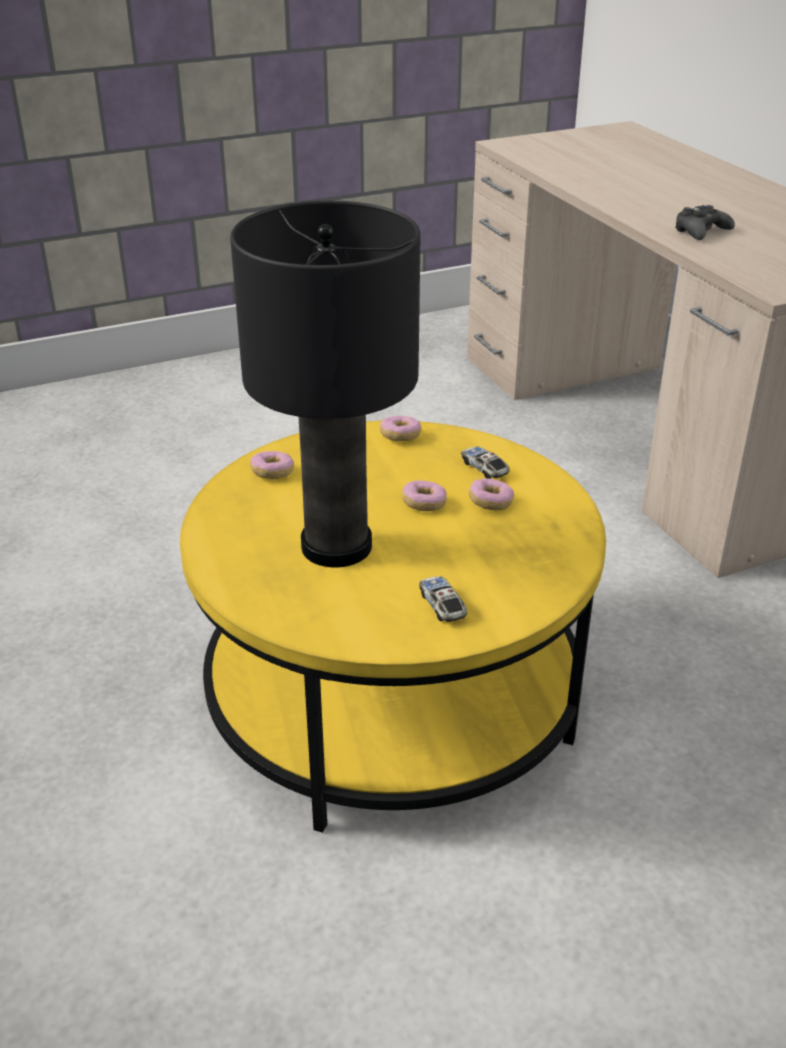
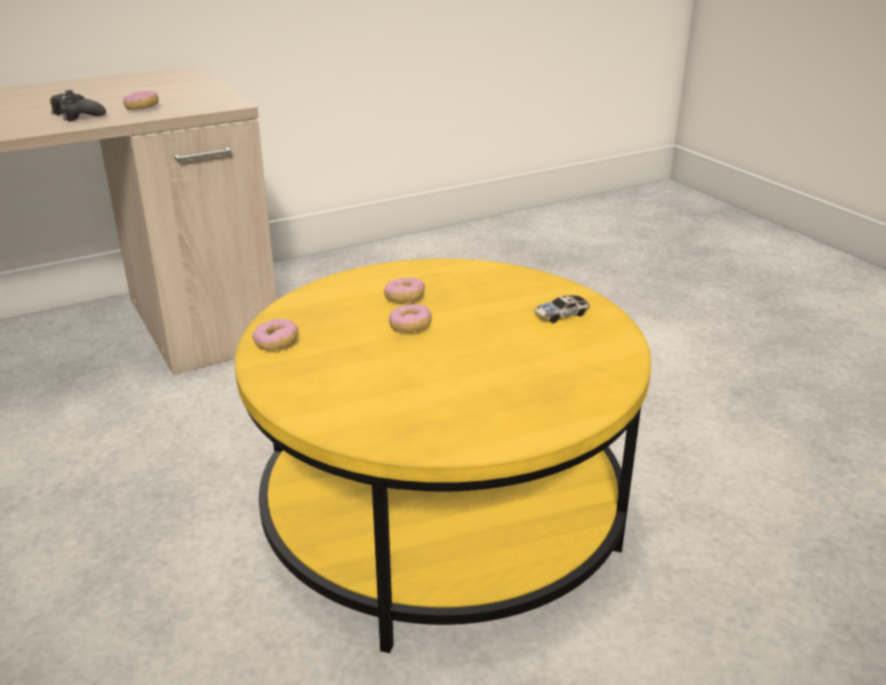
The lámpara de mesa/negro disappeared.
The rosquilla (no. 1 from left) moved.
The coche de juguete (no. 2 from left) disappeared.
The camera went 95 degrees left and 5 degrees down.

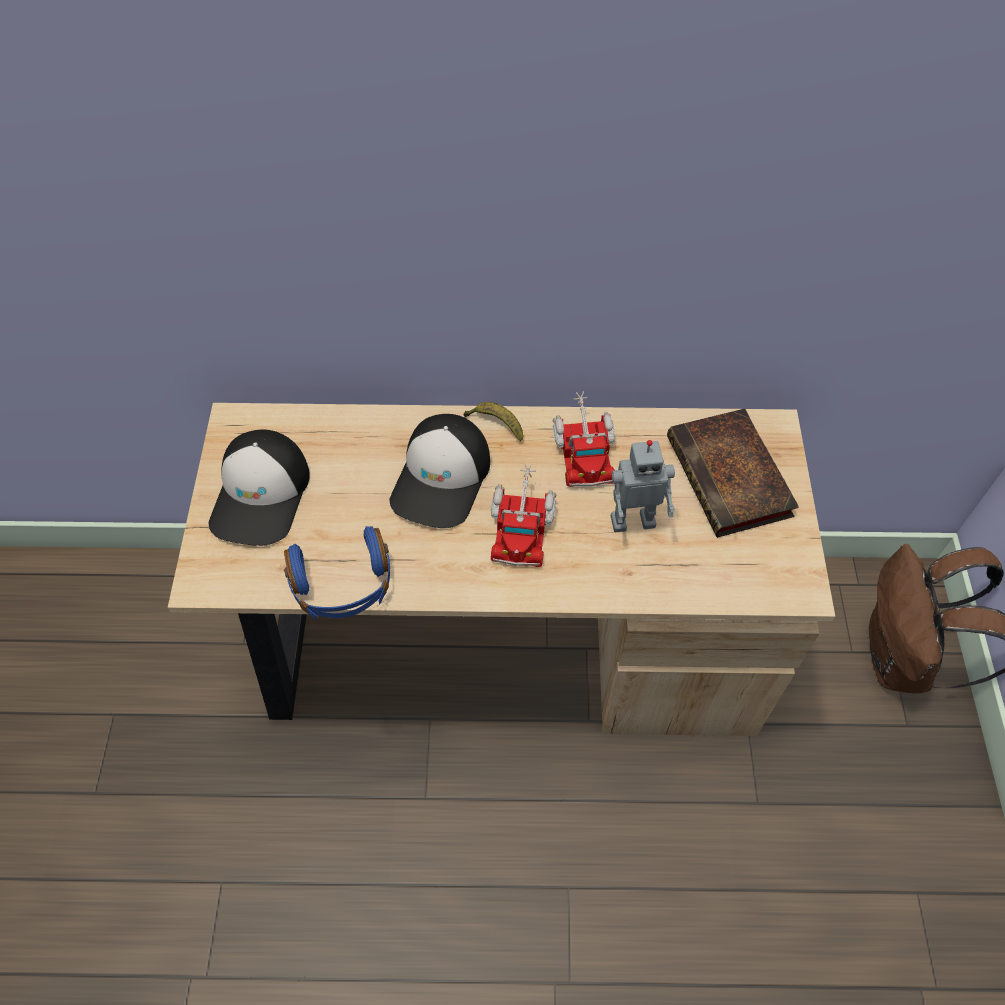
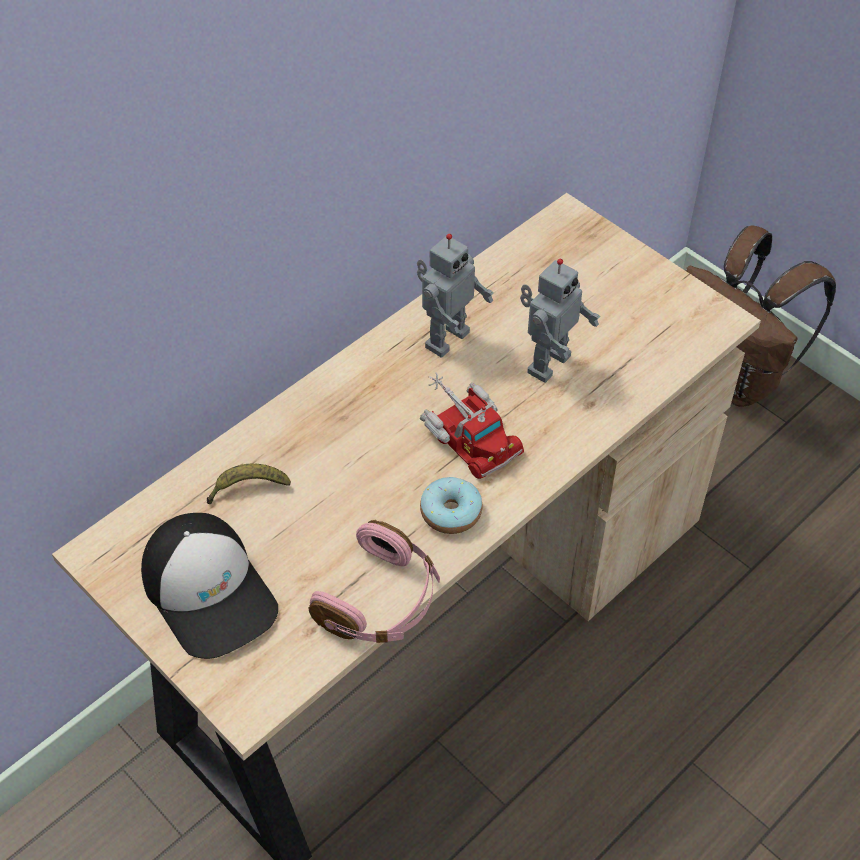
The auriculares/azul became the auriculares/rosa.
The gorra (no. 2 from left) disappeared.
The plátano moved.
The camión de juguete (no. 2 from left) was replaced by the robot de juguete (no. 1 from left).
The libro disappeared.
The rosquilla appeared.
The camera went 45 degrees left and 5 degrees down.

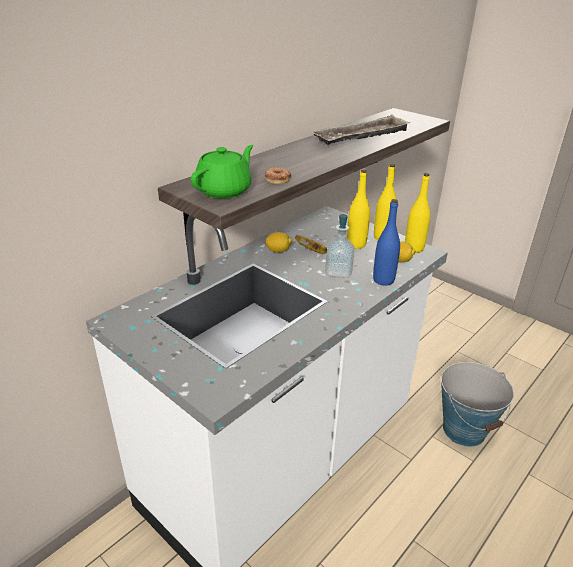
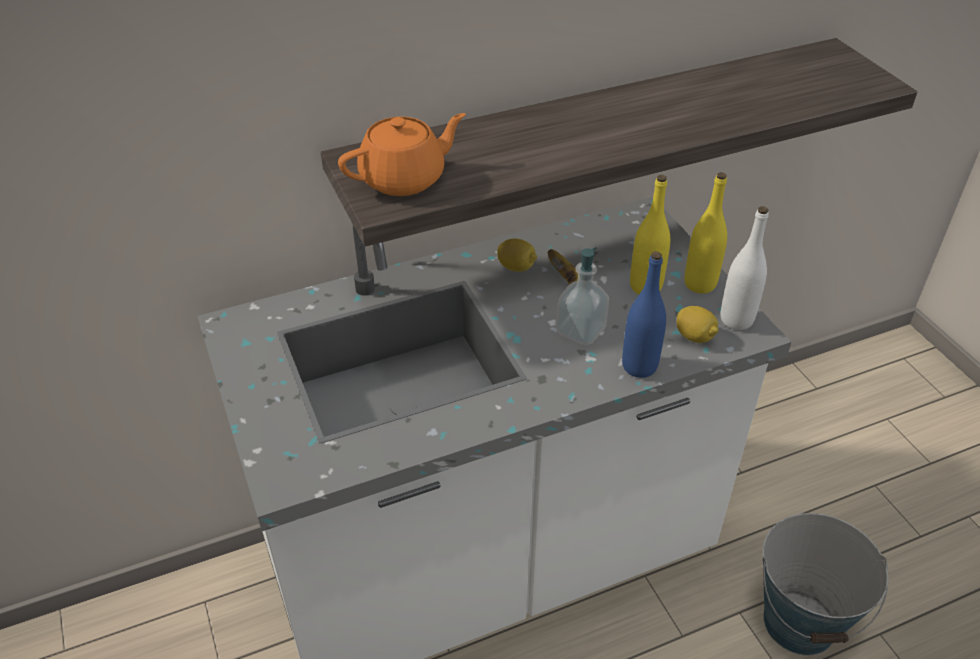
The tetera/verde became the tetera/naranja.
The rosquilla disappeared.
The bandeja disappeared.
The botella/amarillo (no. 3 from left) became the botella/blanco.
The camera went 25 degrees right and 10 degrees up.

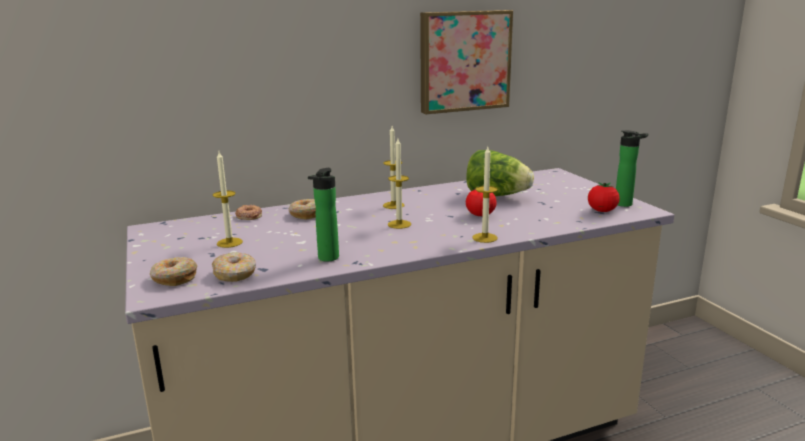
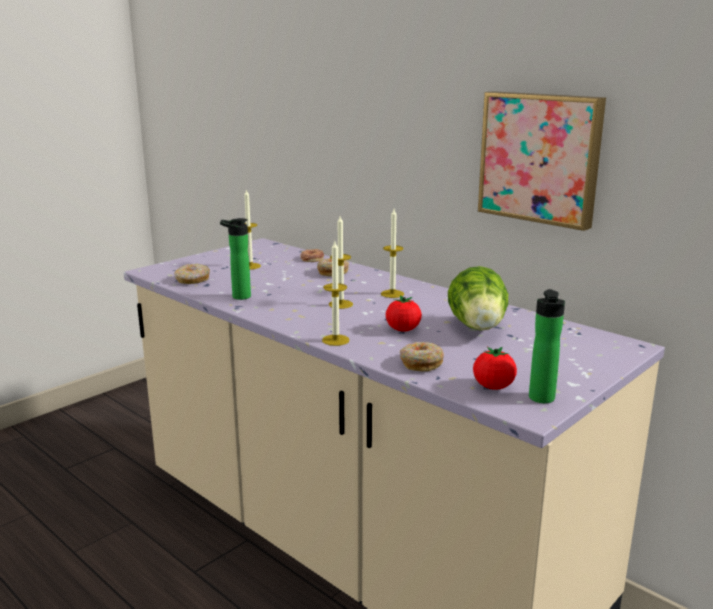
The rosquilla (no. 1 from left in the first image) moved.
The camera went 65 degrees right and 0 degrees up.

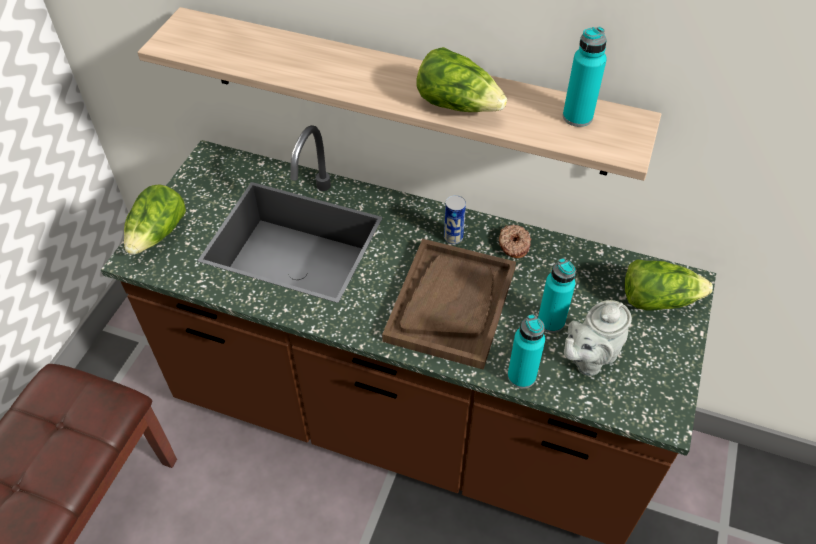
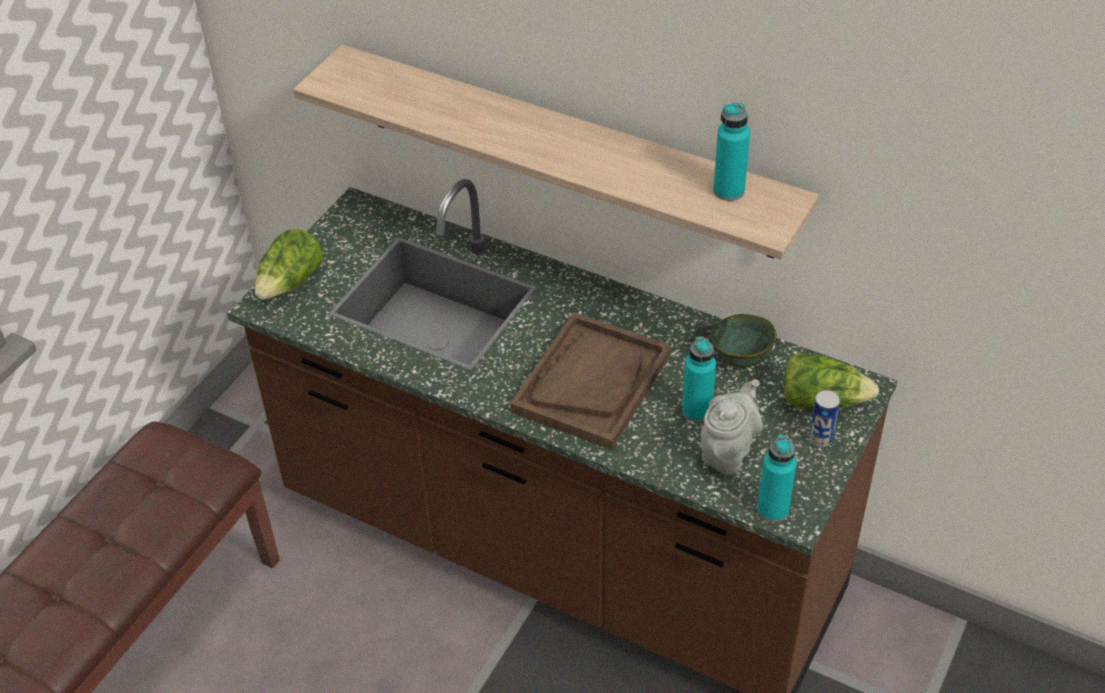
The lechuga (no. 2 from left) disappeared.
The lata moved.
The rosquilla disappeared.
The botella/turquesa (no. 1 from left in the first image) moved.
The tetera/gris turned 150 degrees clockwise.
The cuenco/verde appeared.
The camera went 10 degrees right and 5 degrees down.

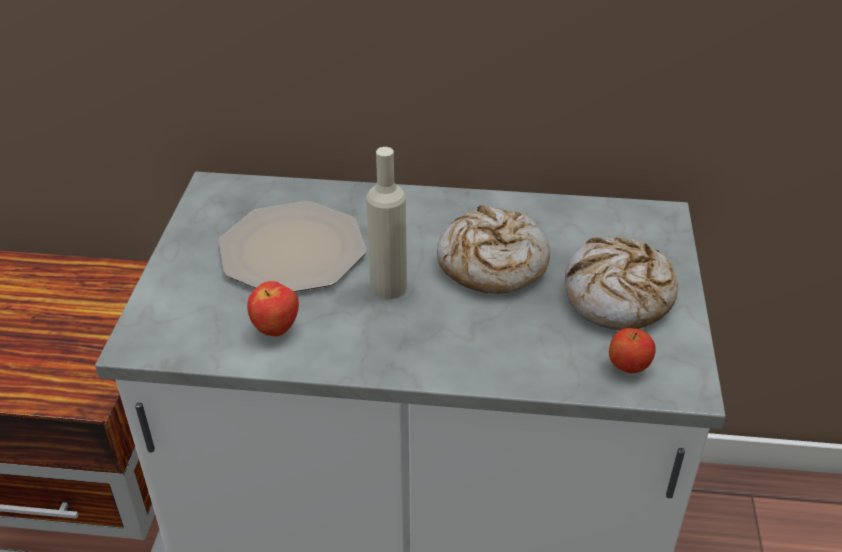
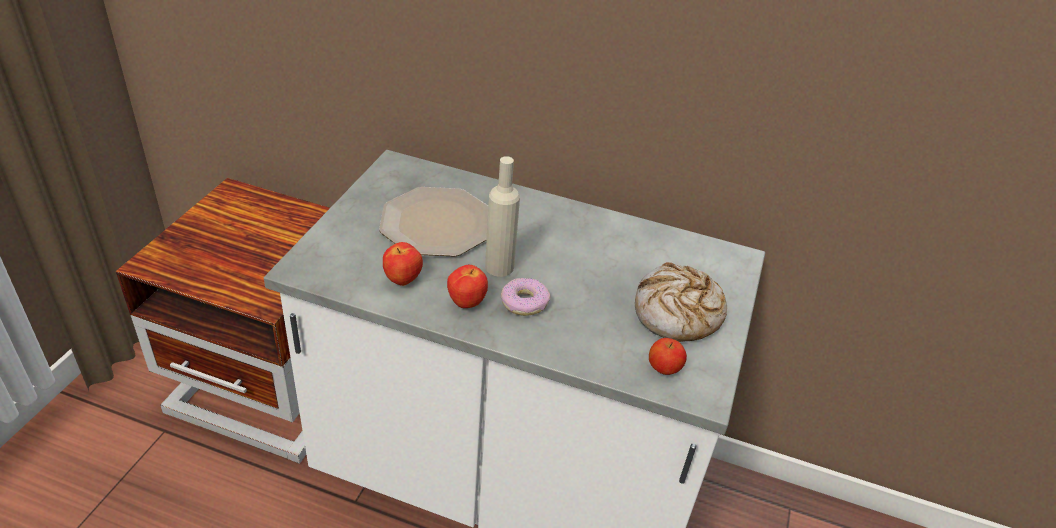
The pan (no. 1 from left) disappeared.
The manzana (no. 2 from left) appeared.
The rosquilla appeared.
The camera went 10 degrees right and 0 degrees up.

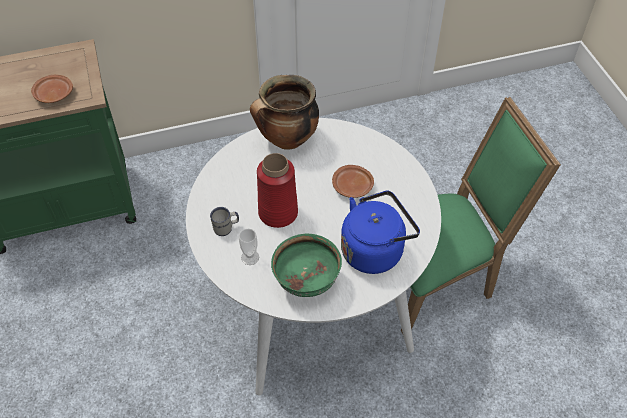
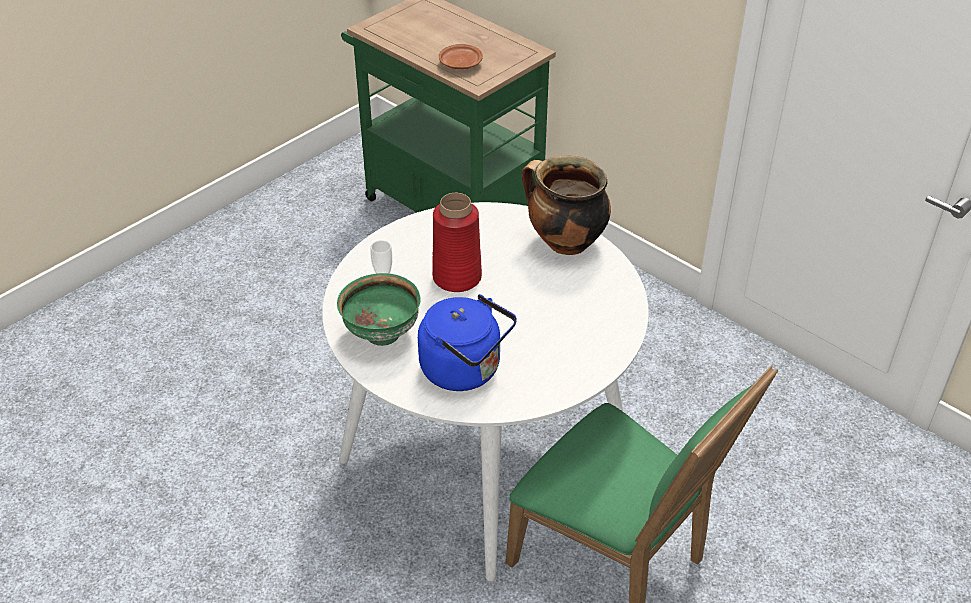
The taza grande/blanco disappeared.
The plato/marrón (no. 2 from left) disappeared.
The camera went 60 degrees right and 10 degrees down.

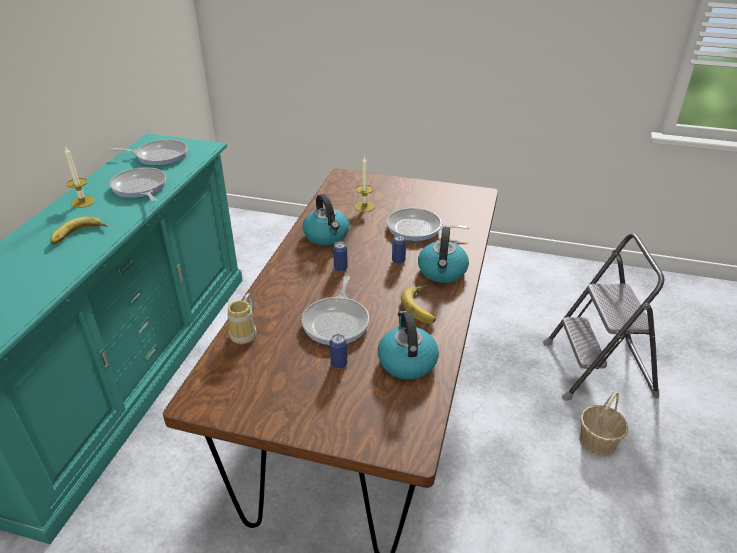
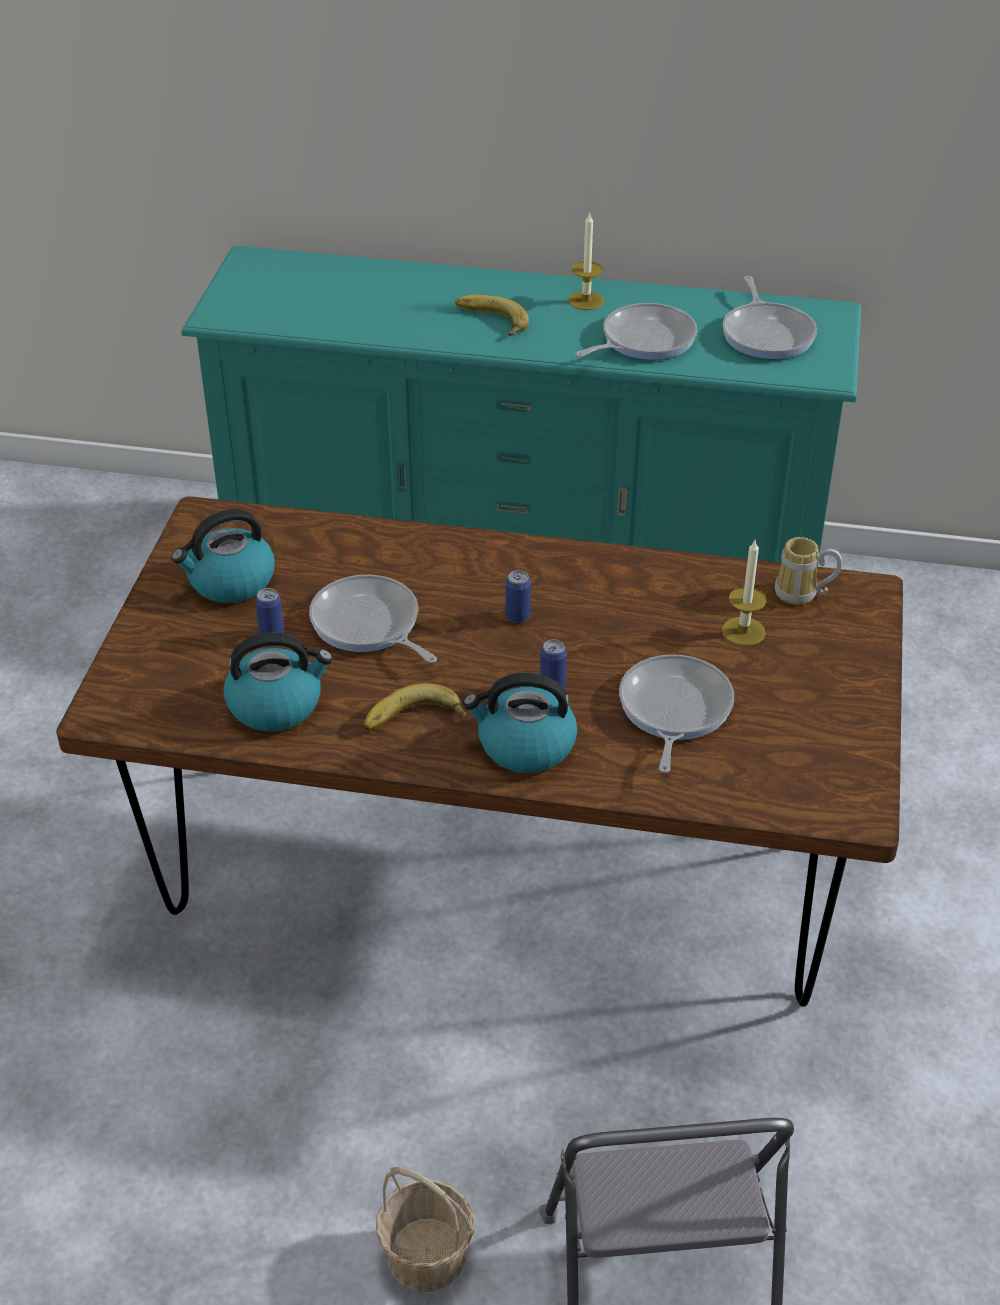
The taza grande moved.
The sartén (no. 3 from left in the first image) turned 45 degrees clockwise.
The hervidor (no. 1 from left) moved.
The camera went 85 degrees right and 5 degrees up.

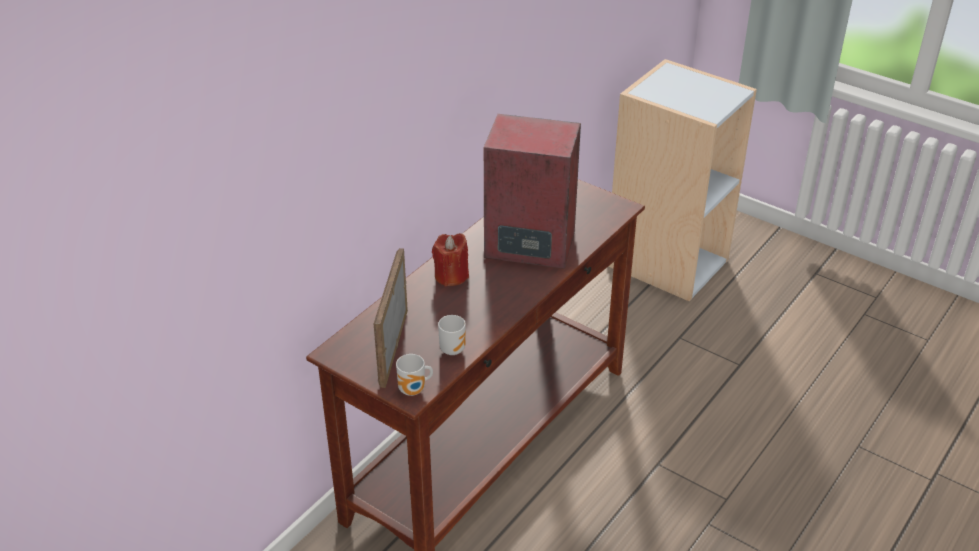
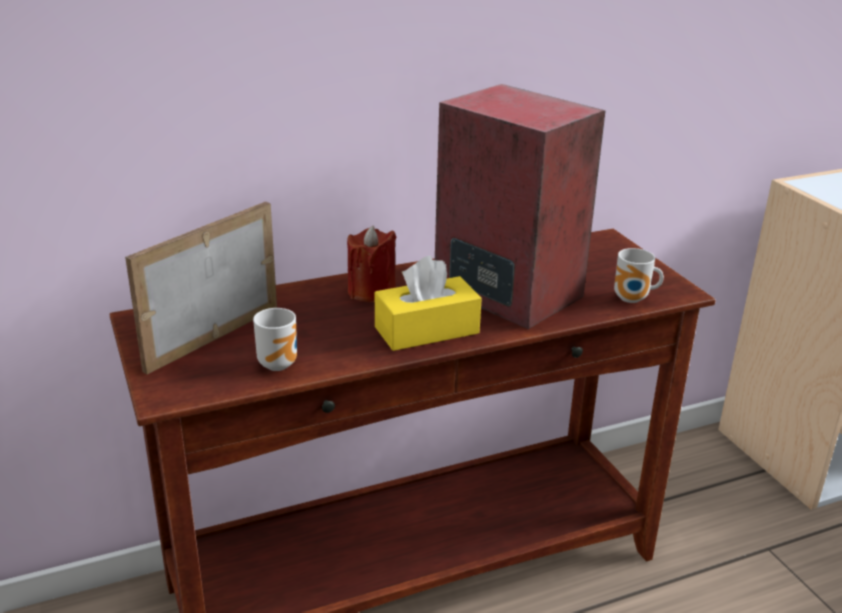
The taza grande (no. 1 from left in the first image) moved.
The caja de pañuelos/amarillo appeared.
The camera went 30 degrees right and 10 degrees down.

